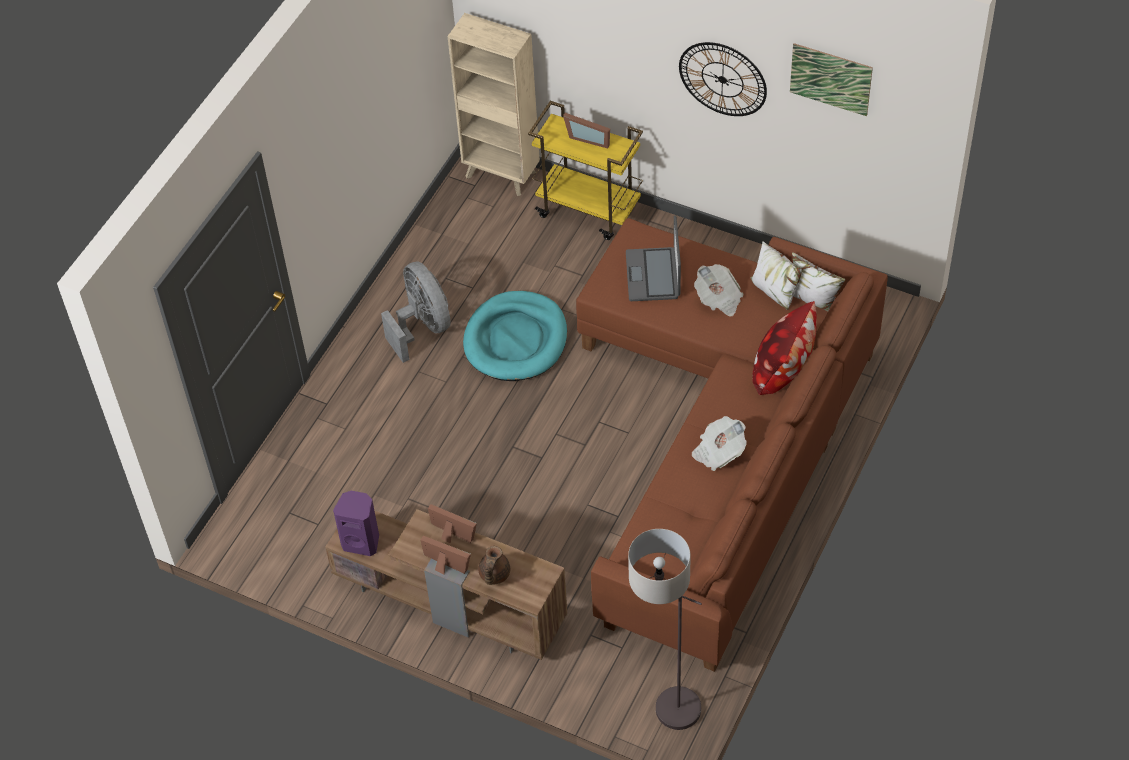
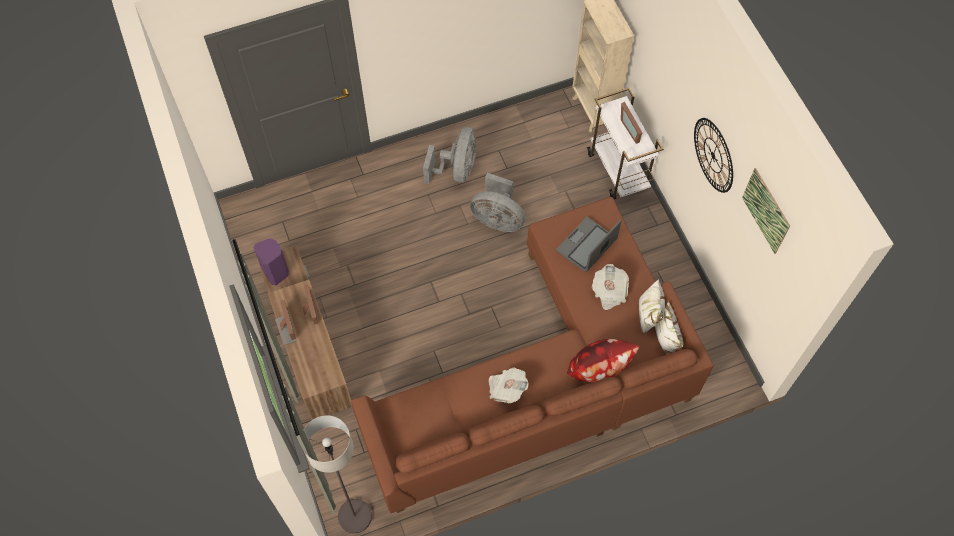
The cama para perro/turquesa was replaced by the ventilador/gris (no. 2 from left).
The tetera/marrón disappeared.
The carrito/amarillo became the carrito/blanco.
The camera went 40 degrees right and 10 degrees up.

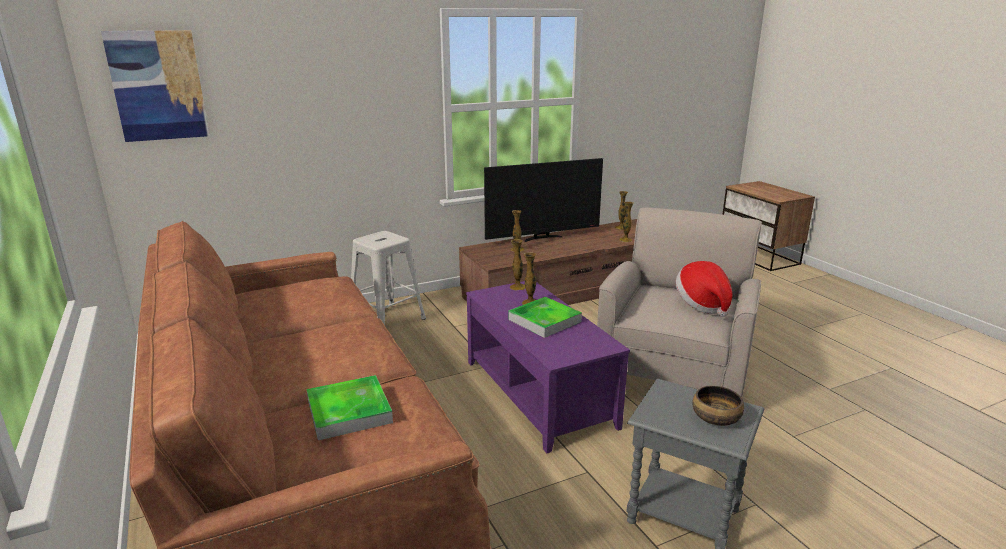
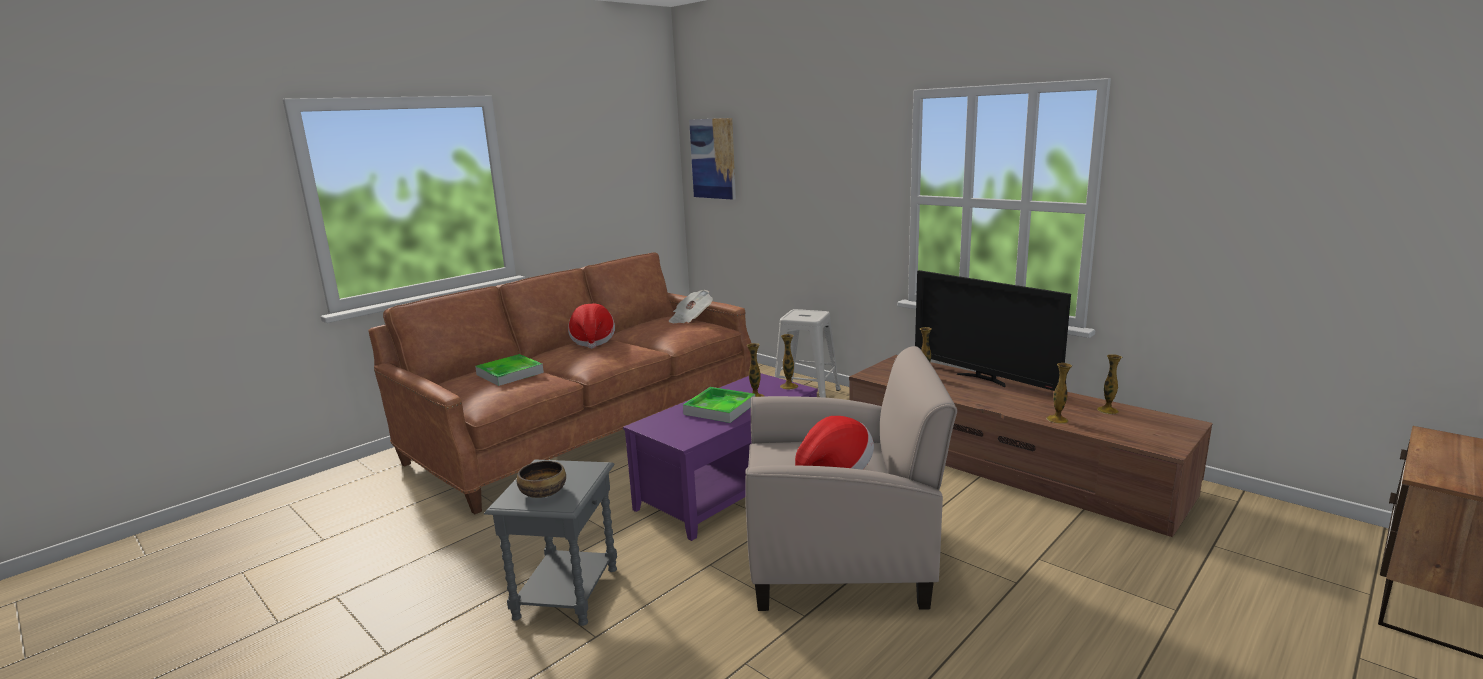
The sombrero (no. 1 from left) appeared.
The periódico appeared.
The camera went 70 degrees right and 5 degrees down.

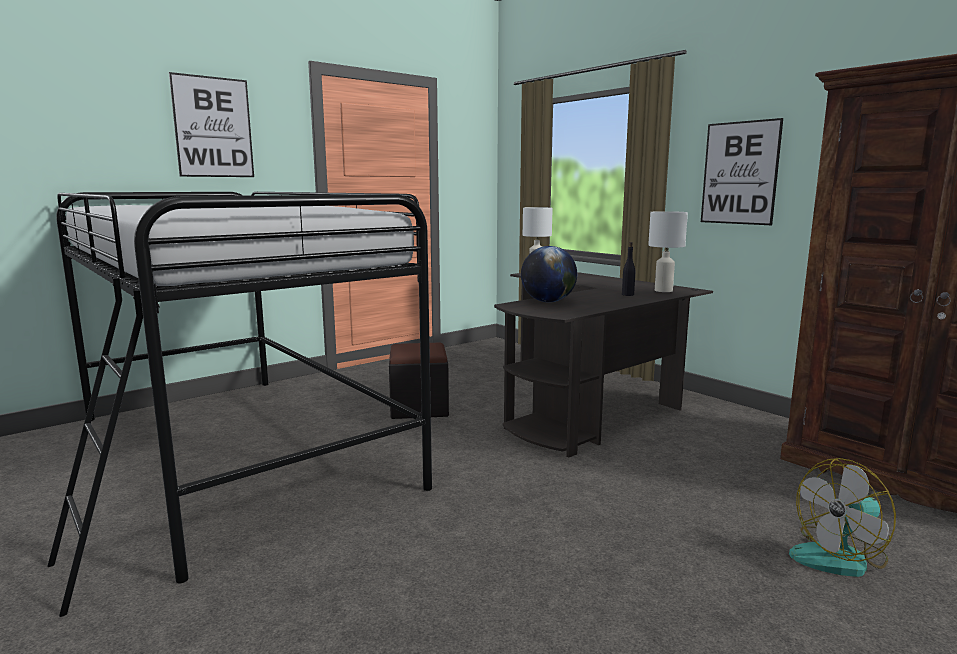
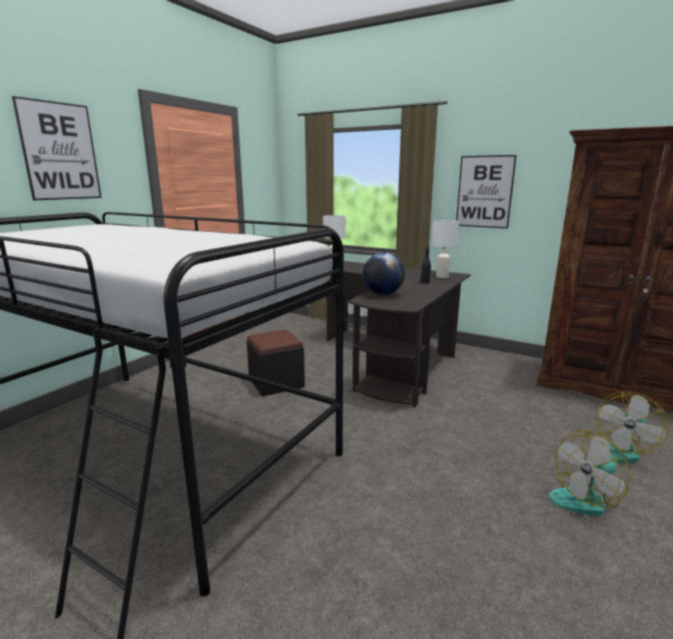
The ventilador (no. 1 from left) appeared.
The camera went 20 degrees left and 5 degrees up.

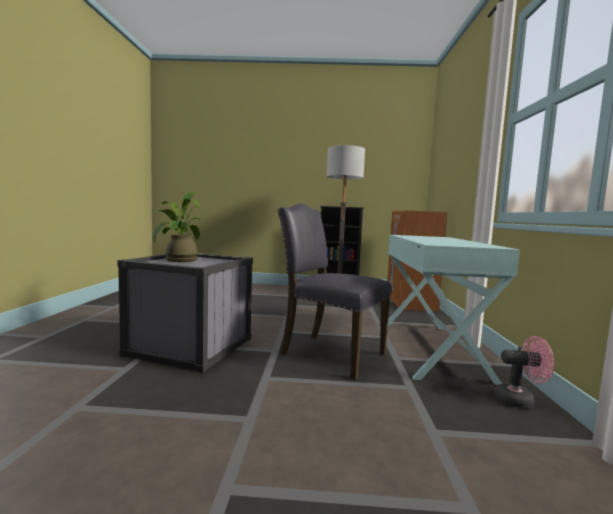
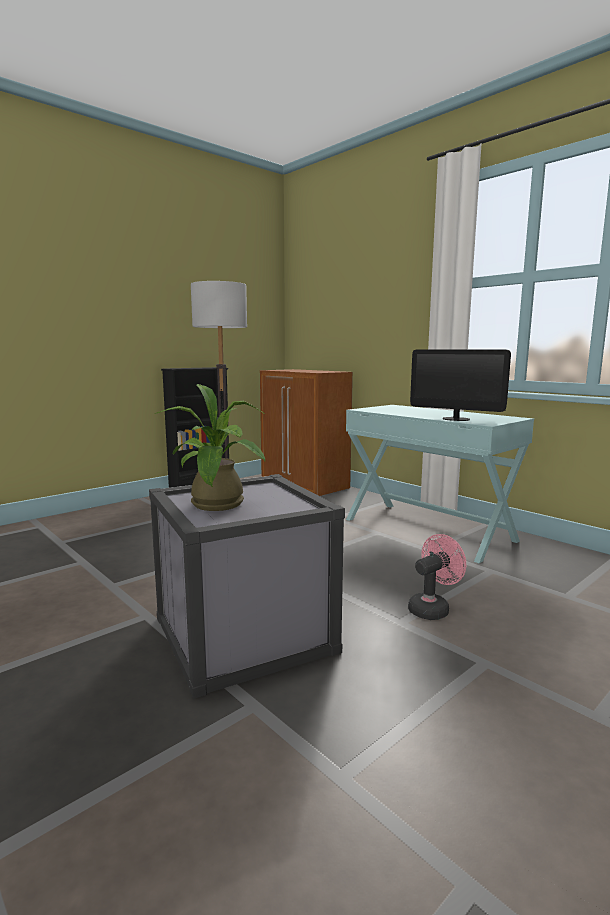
The silla/gris disappeared.
The ventilador/rosa moved.
The monitor appeared.
The camera went 45 degrees left and 5 degrees up.

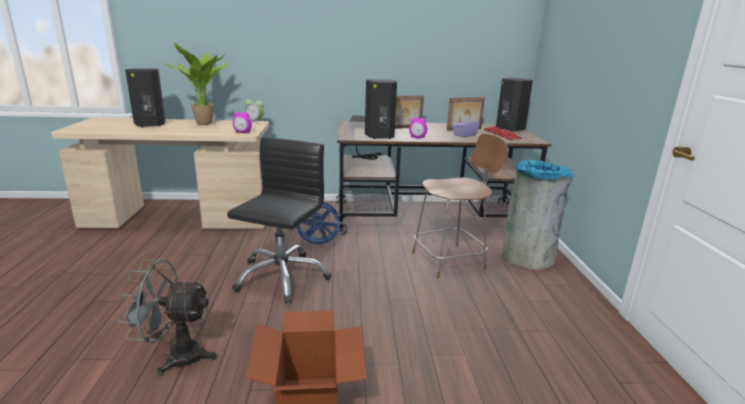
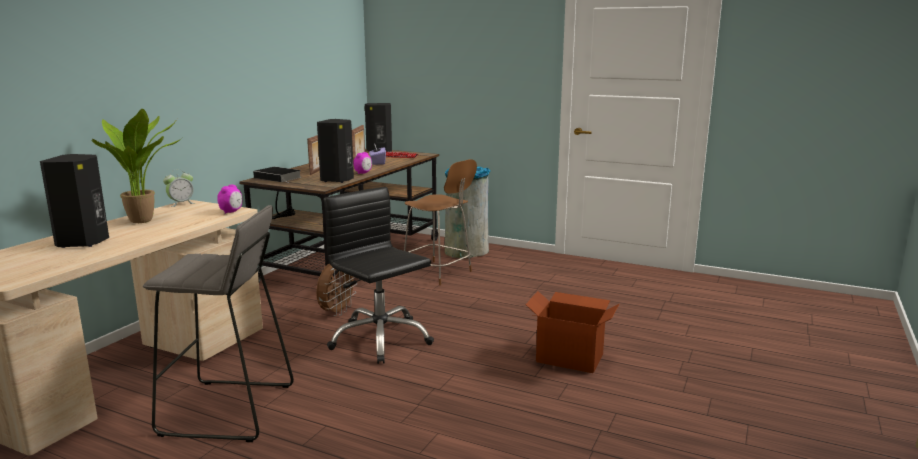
The ventilador/gris disappeared.
The ventilador/azul became the ventilador/marrón.
The silla/marrón turned 120 degrees clockwise.
The taburete/gris appeared.
The camera went 60 degrees left and 5 degrees down.

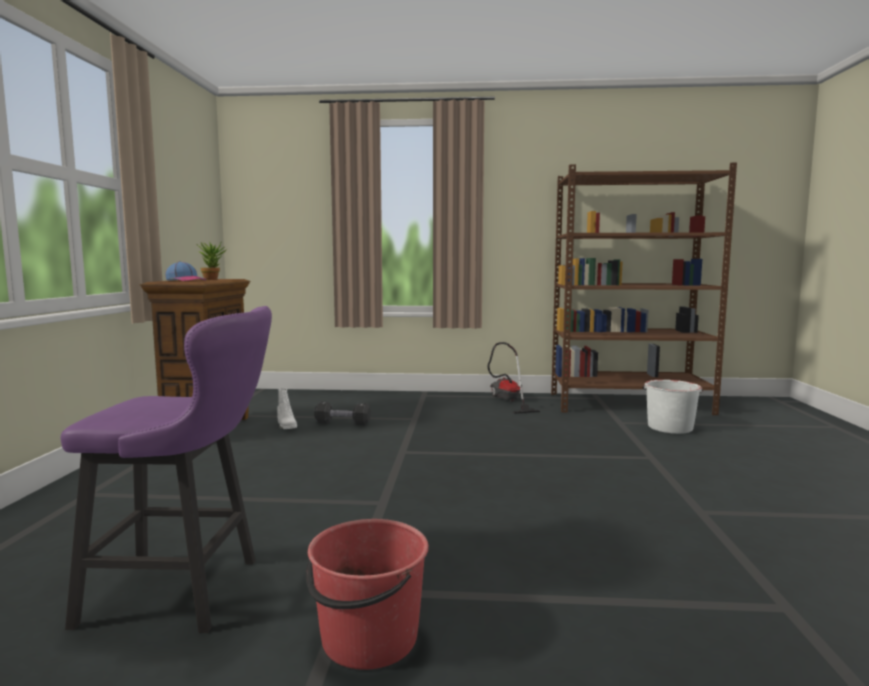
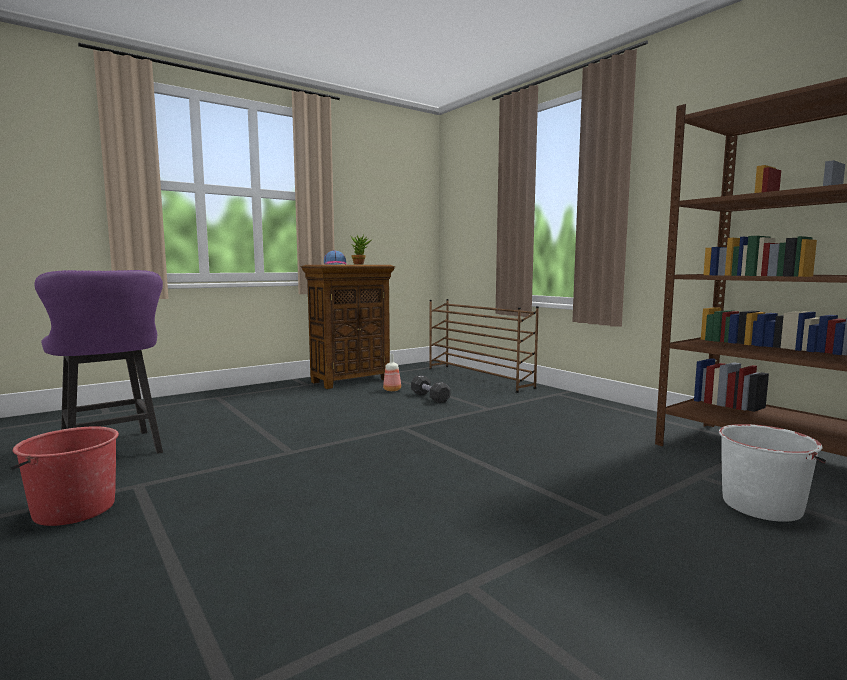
The bota/blanco was replaced by the botella.
The aspiradora disappeared.
The zapatero/marrón appeared.
The camera went 50 degrees right and 0 degrees up.

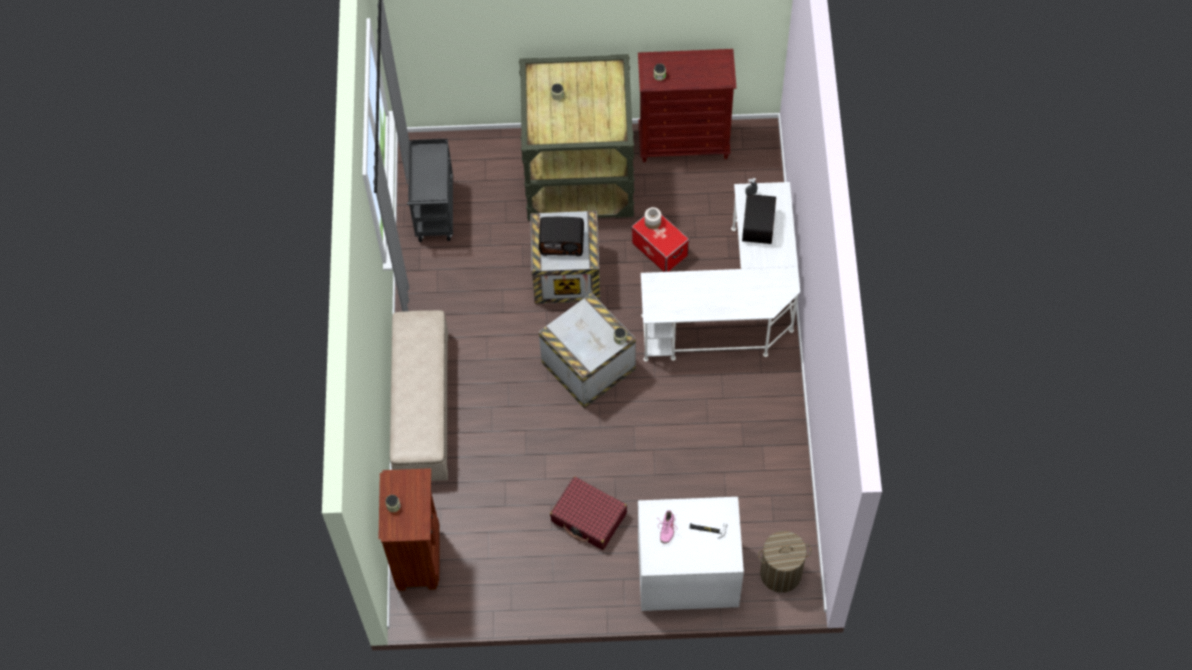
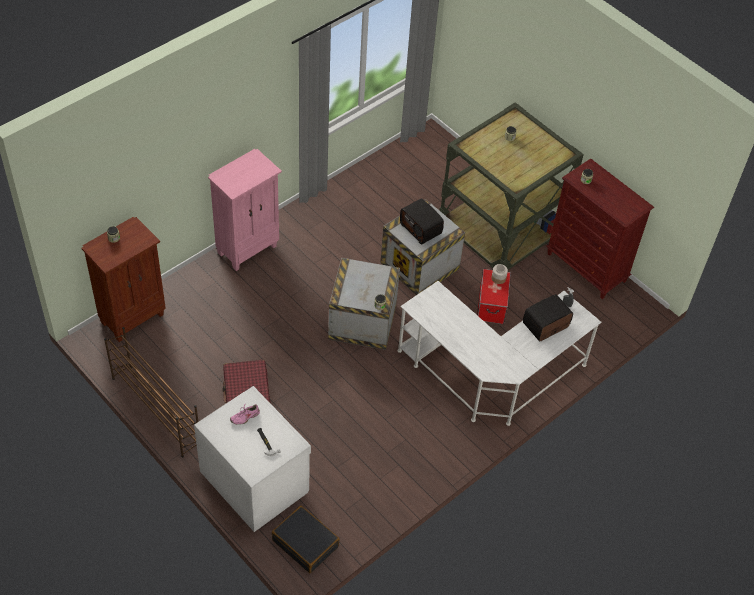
The banco/beis was replaced by the armario/rosa.
The carrito/gris disappeared.
The cesto de la ropa was replaced by the maleta/negro.
The zapatero/marrón appeared.
The camera went 45 degrees right and 10 degrees down.

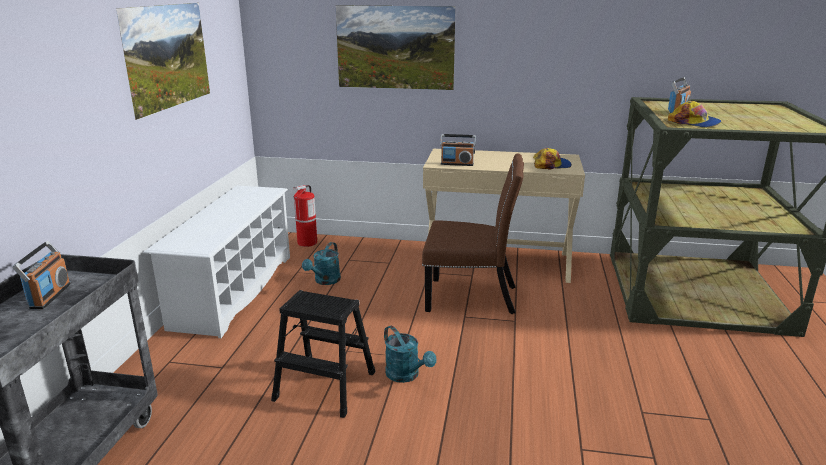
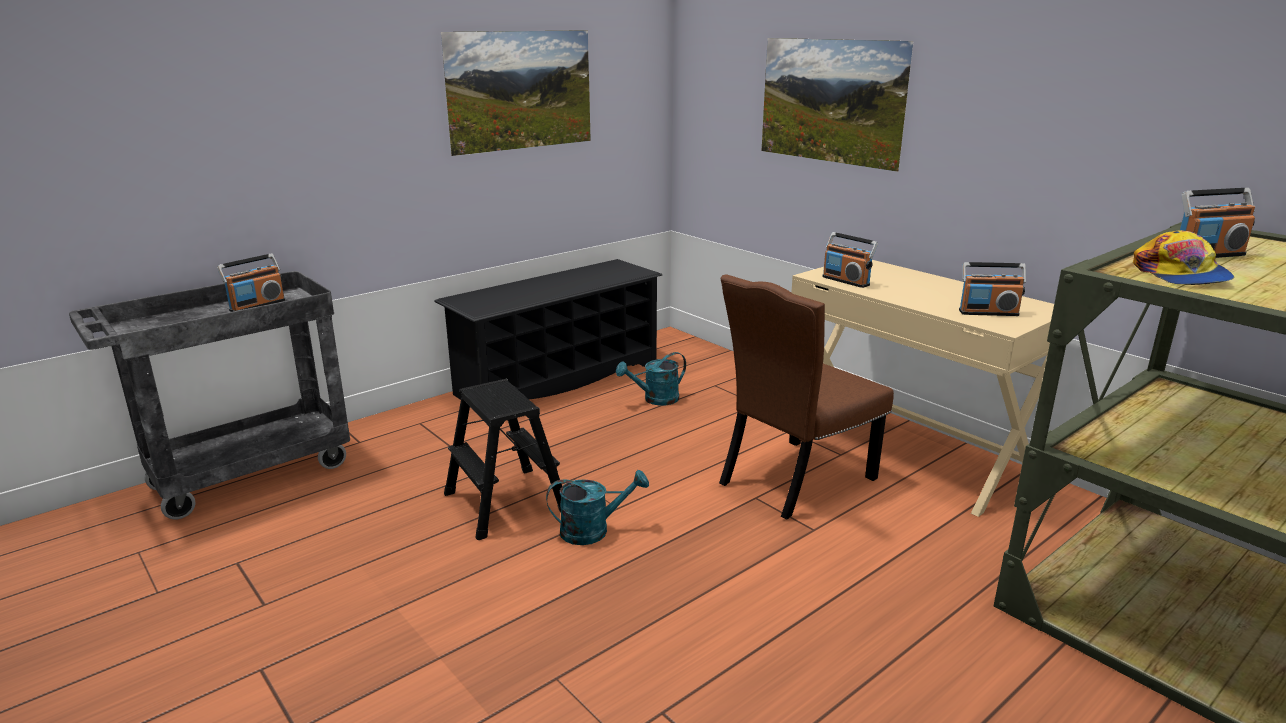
The zapatero/blanco became the zapatero/negro.
The extintor disappeared.
The regadera/turquesa (no. 2 from left in the first image) turned 105 degrees counterclockwise.
The silla/marrón turned 90 degrees clockwise.
The gorra (no. 1 from left) was replaced by the radio (no. 3 from left).
The camera went 40 degrees right and 0 degrees up.

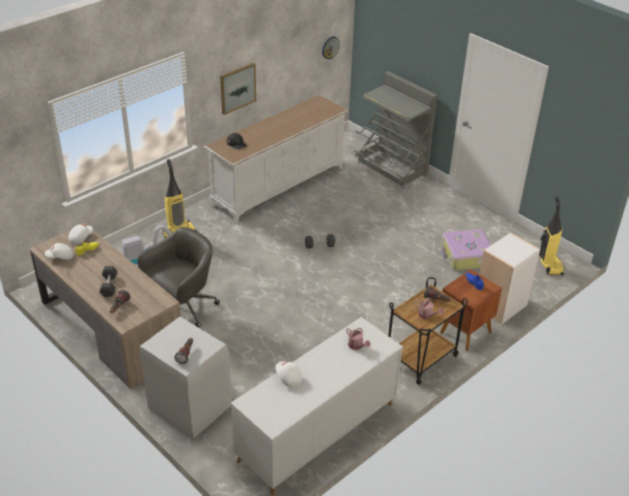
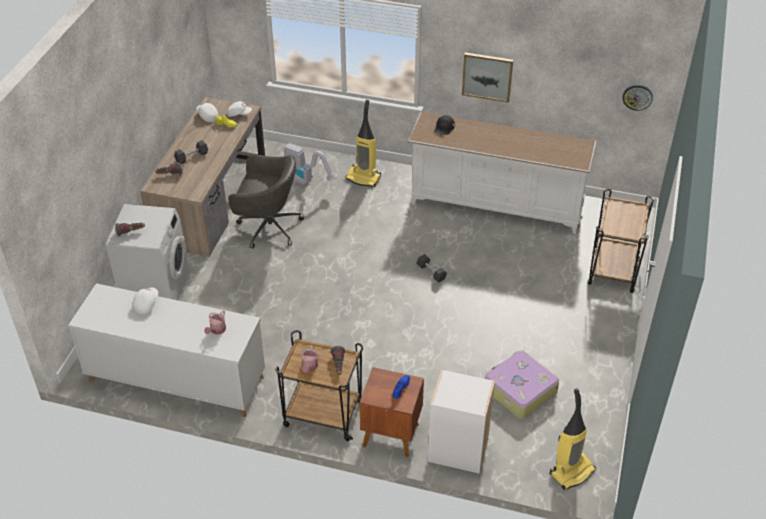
The zapatero/gris was replaced by the carrito/marrón (no. 2 from left).
The camera went 60 degrees right and 5 degrees up.

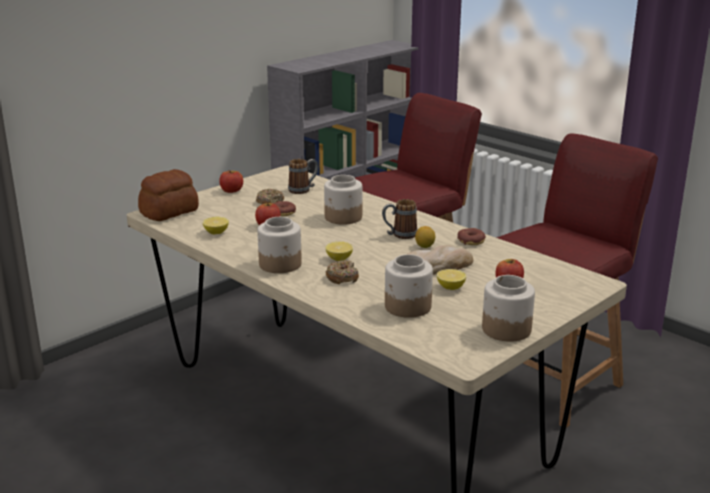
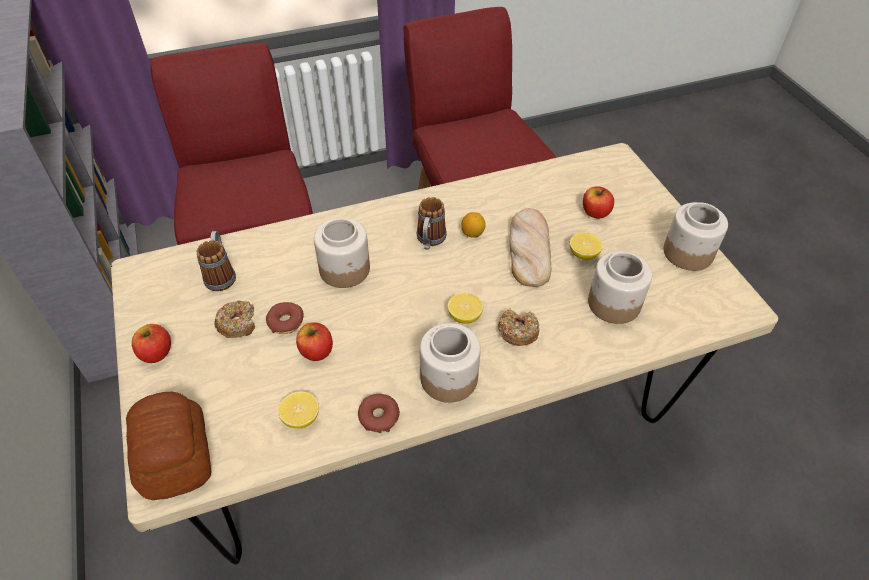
The rosquilla (no. 4 from left in the first image) moved.
The camera went 65 degrees left and 25 degrees up.

